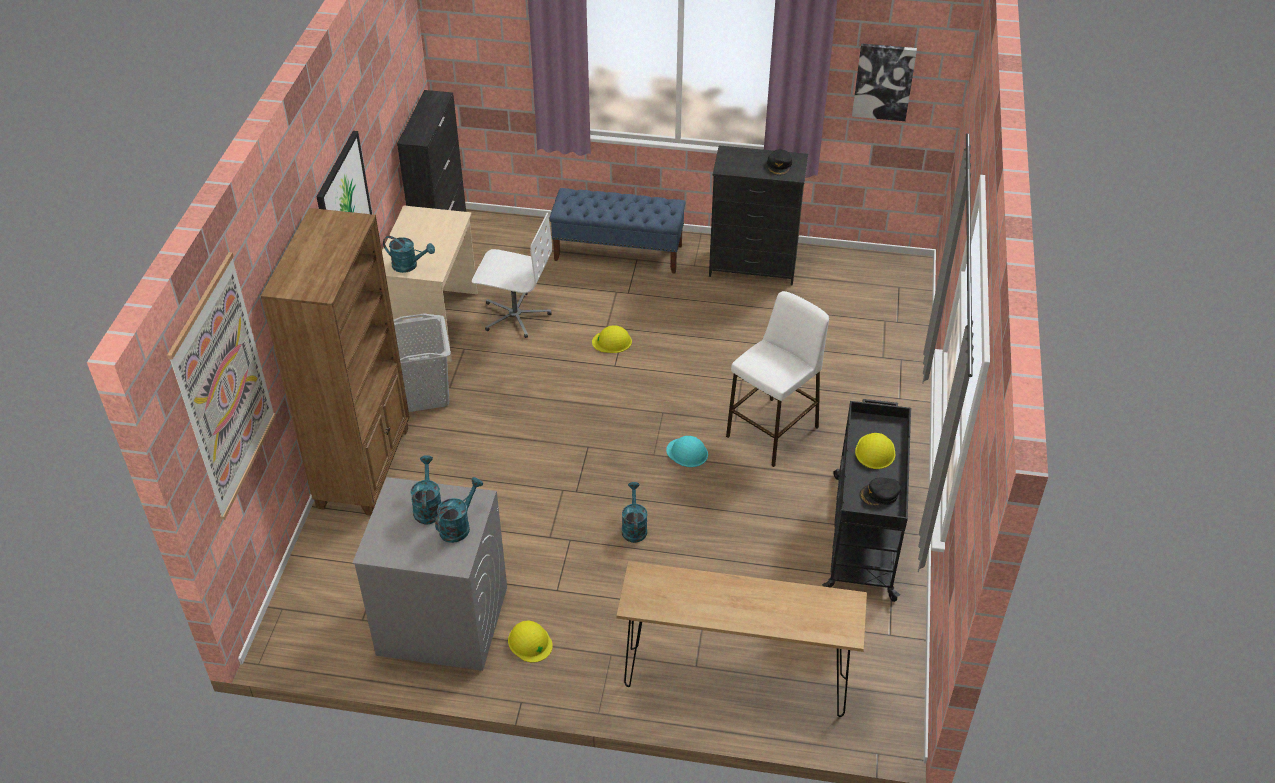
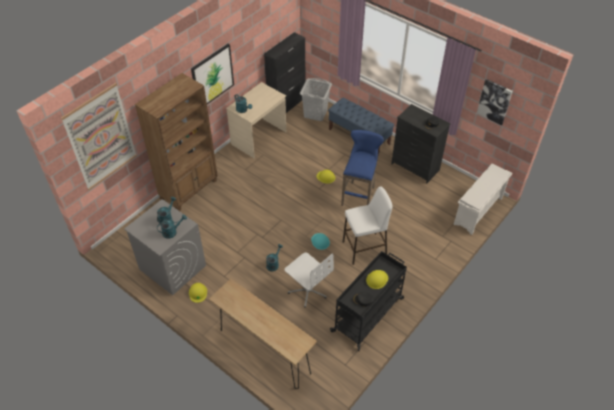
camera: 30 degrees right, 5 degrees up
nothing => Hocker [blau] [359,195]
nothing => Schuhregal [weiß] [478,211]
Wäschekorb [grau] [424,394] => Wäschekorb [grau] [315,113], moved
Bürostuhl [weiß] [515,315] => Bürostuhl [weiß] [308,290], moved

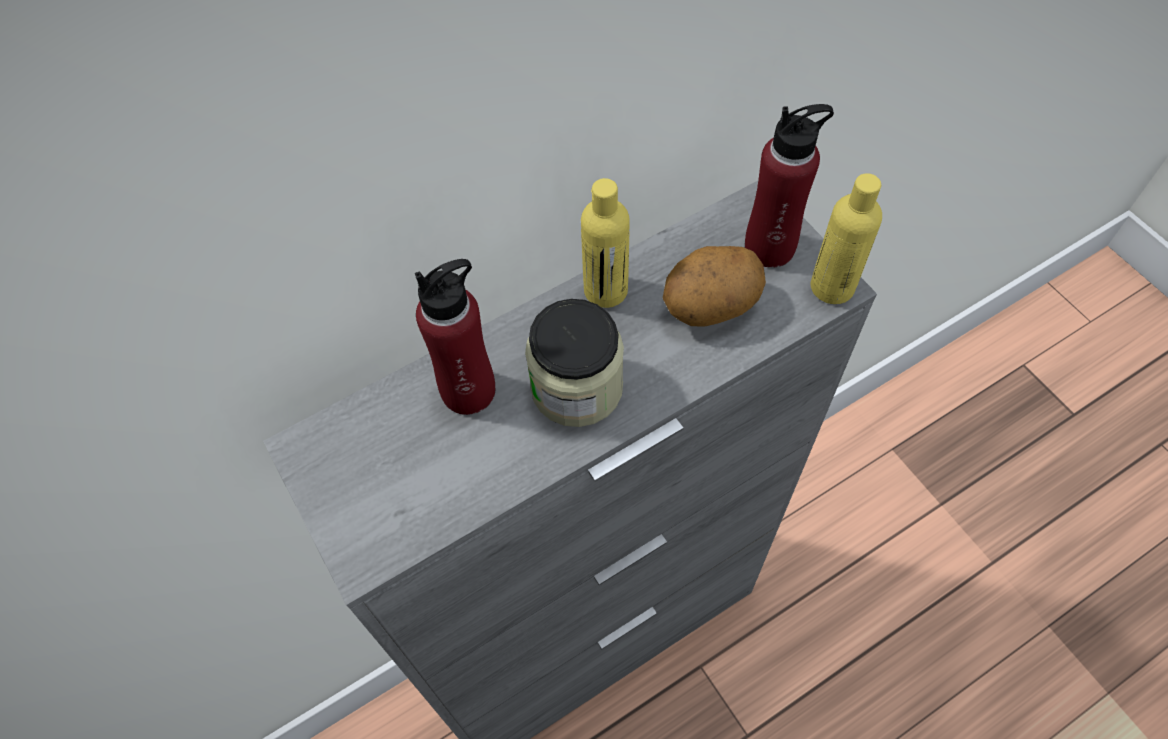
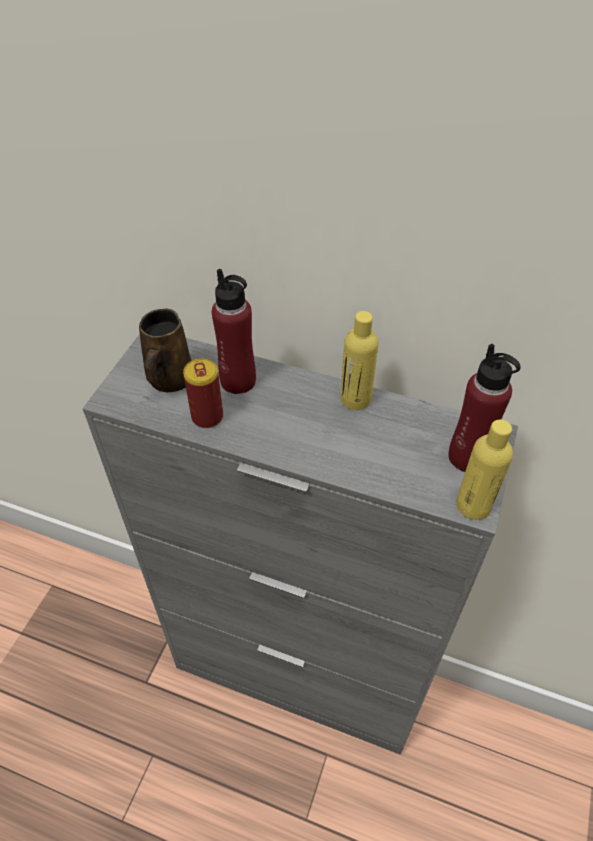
camera: 50 degrees right, 10 degrees down
Vorratsglas [577,387] => nothing
Kartoffel [710,306] => nothing
nothing => Henkelbecher [braun] [169,380]
nothing => Dose [207,417]

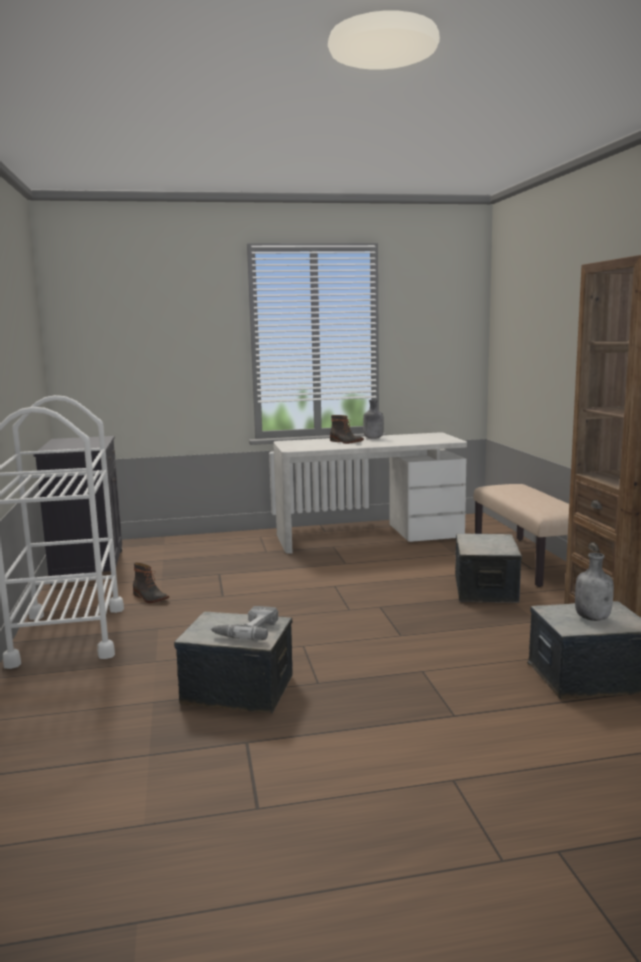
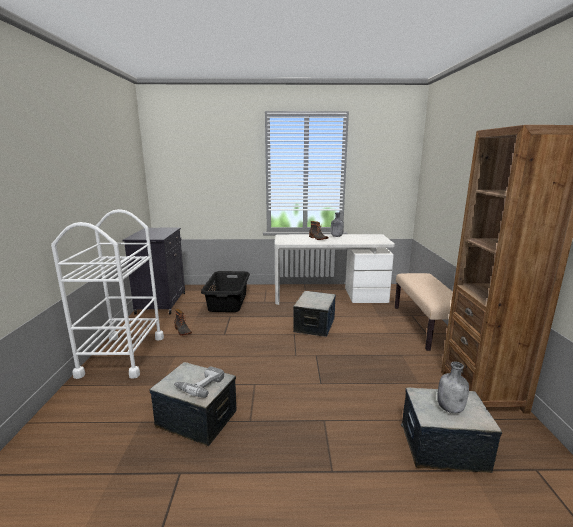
camera: 10 degrees right, 5 degrees up
nothing => Wäschekorb [schwarz] [228,302]
Aufbewahrungsbox [486,590] => Aufbewahrungsbox [315,325], moved

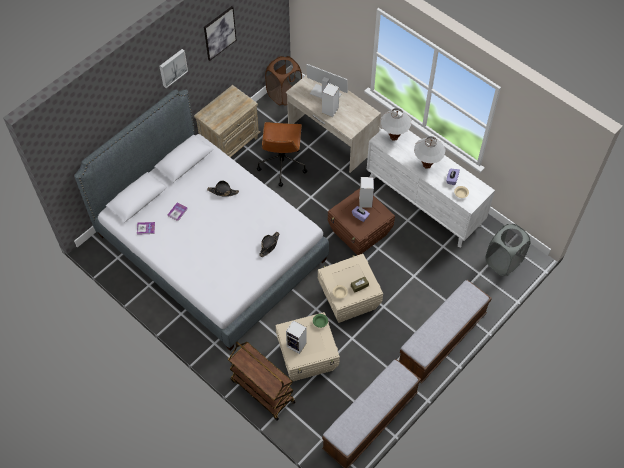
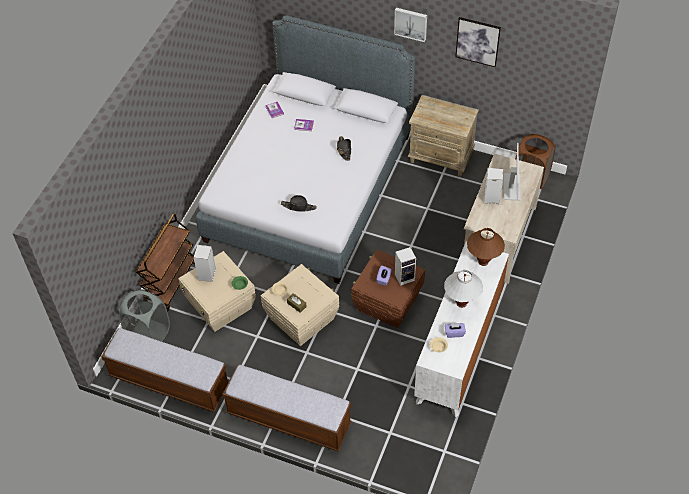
camera: 70 degrees right, 5 degrees down
Bürostuhl [braun] [282,165] => nothing
Wäschekorb [grau] [503,262] => Wäschekorb [grau] [148,334], moved
Tischlampe [weiß] [394,137] => Tischlampe [braun] [483,262]

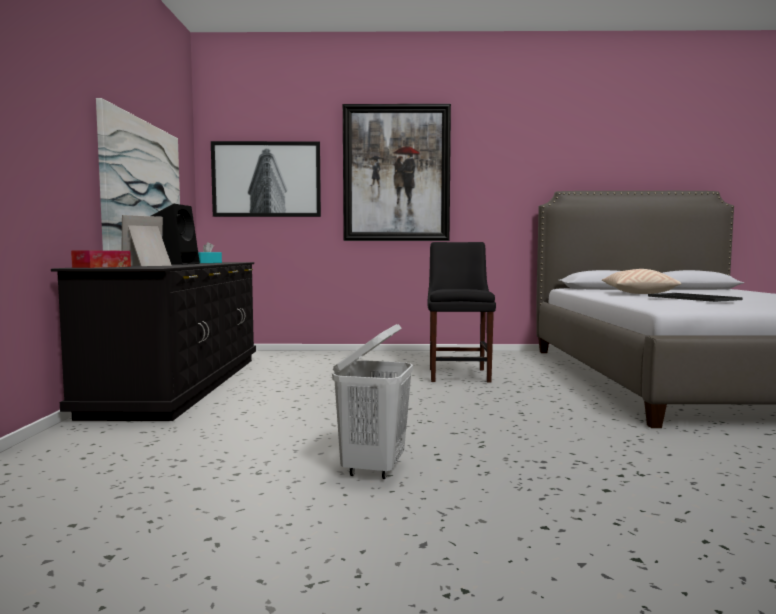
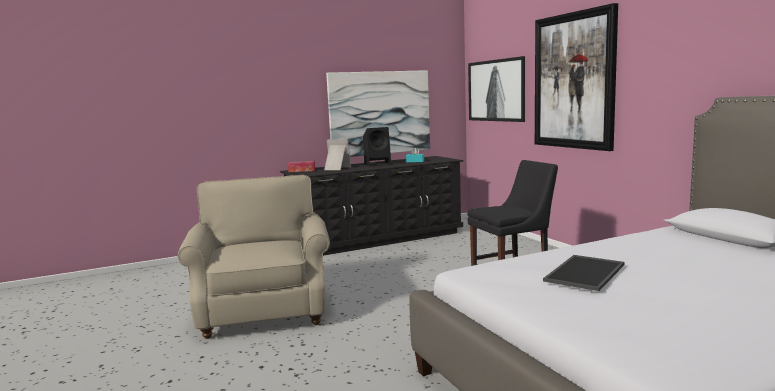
camera: 65 degrees right, 5 degrees up
Kissen [beige] [638,293] => nothing
Wäschekorb [weiß] [374,469] => Sessel [beige] [263,309]

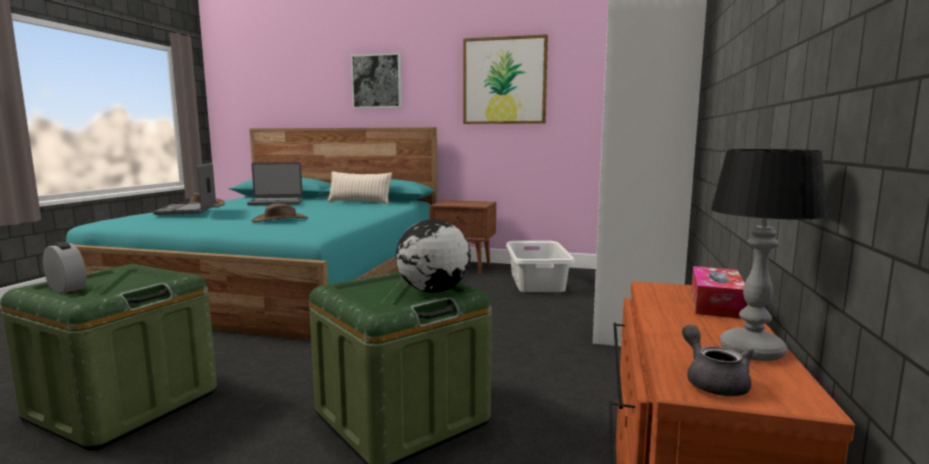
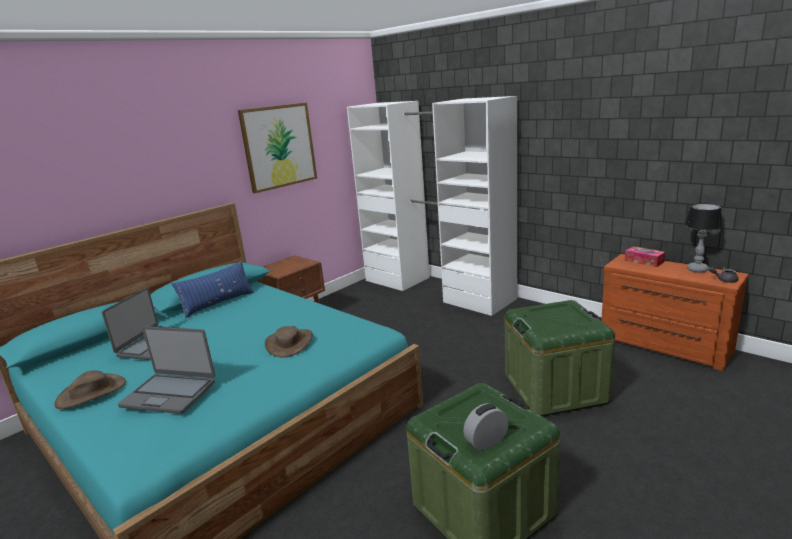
camera: 60 degrees left, 10 degrees up
Bild [377,81] => nothing
Globus [432,291] => nothing
Wäschekorb [grau] [537,282] => nothing
Kissen [beige] [359,202] => Kissen [blau] [218,303]

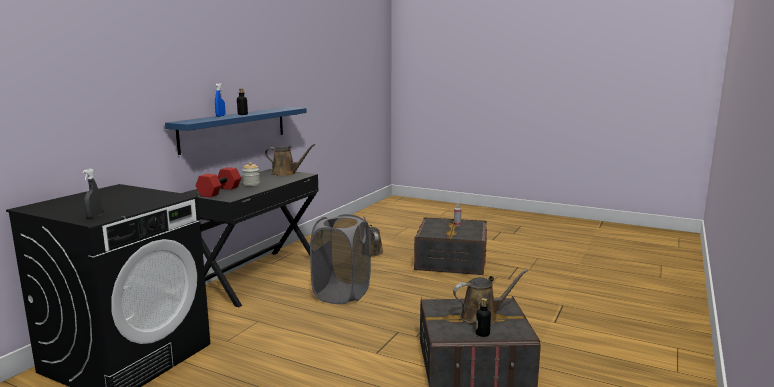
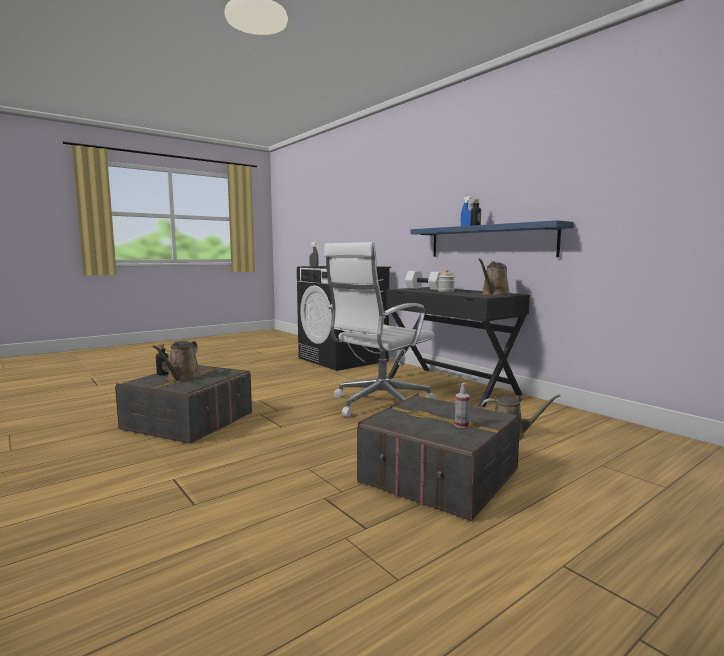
camera: 115 degrees right, 5 degrees down
Wäschekorb [grau] [342,294] => Bürostuhl [weiß] [379,404]
Hantel [rot] [220,192] => Hantel [weiß] [424,289]

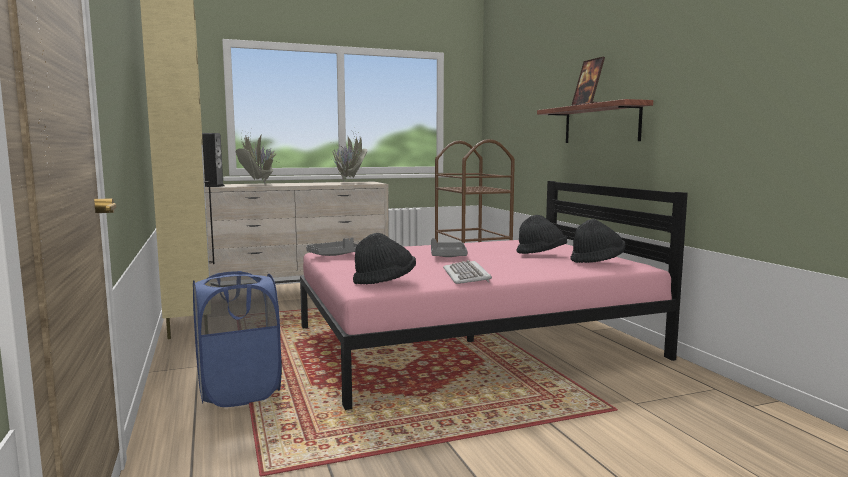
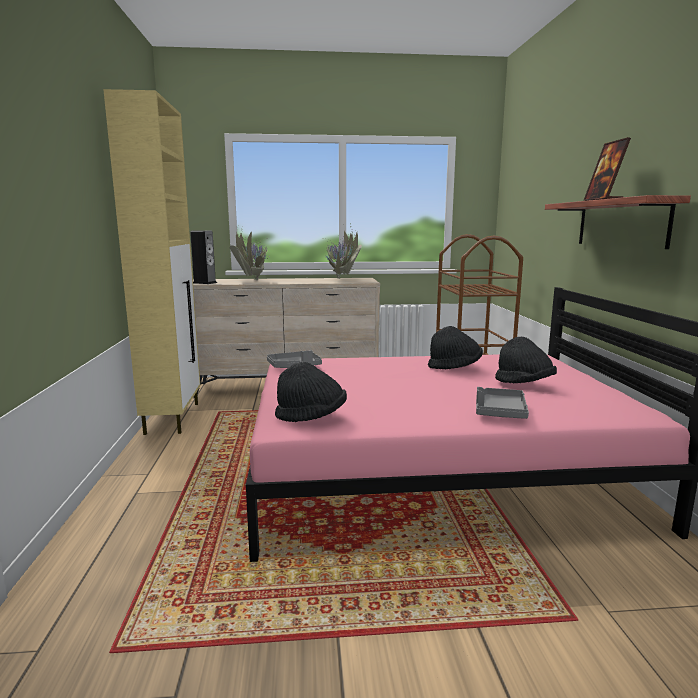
camera: 15 degrees right, 5 degrees up
Wäschekorb [blau] [239,392] => nothing
Tastatur [467,276] => nothing
Tablett [grau] [448,256] => Tablett [grau] [500,412], moved
Hut [schwarz] [597,261] => Hut [schwarz] [454,367], moved

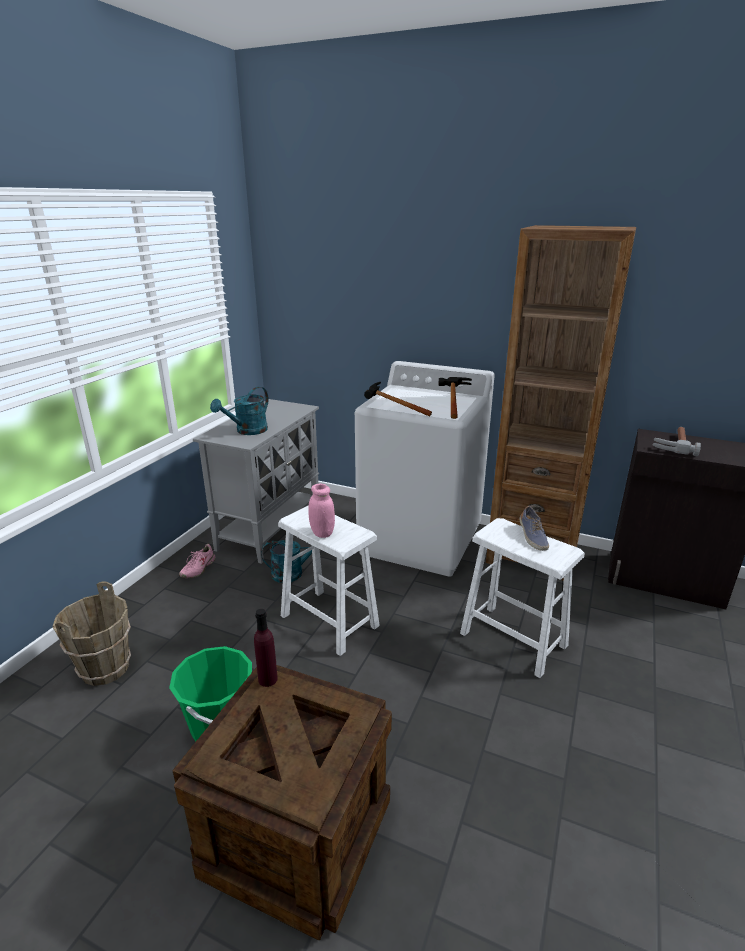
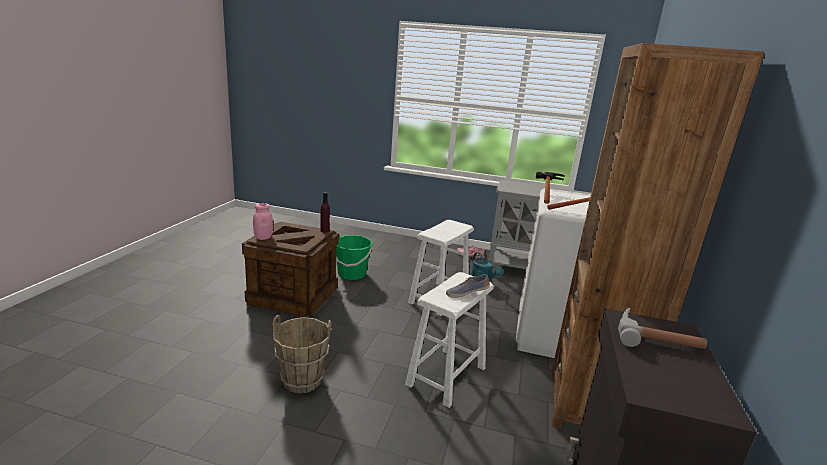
camera: 80 degrees right, 5 degrees down
Gießkanne [türkis] [247,431] => nothing
Eimer [braun] [106,669] => Eimer [braun] [302,381], moved
Vorratsglas [rosa] [322,533] => Vorratsglas [rosa] [263,237], moved

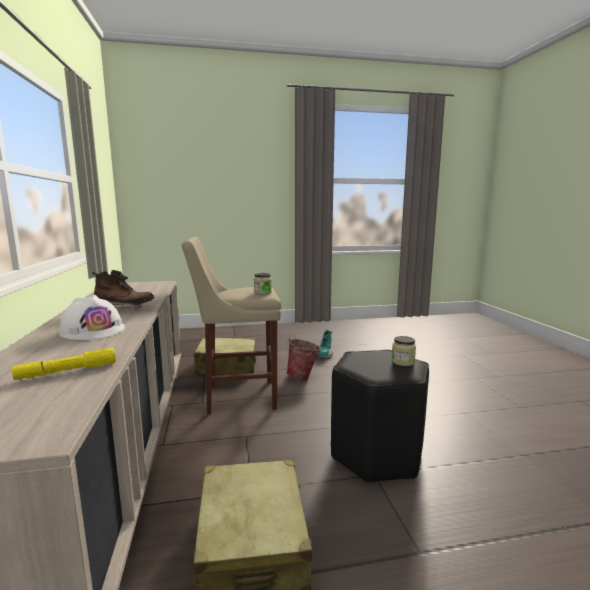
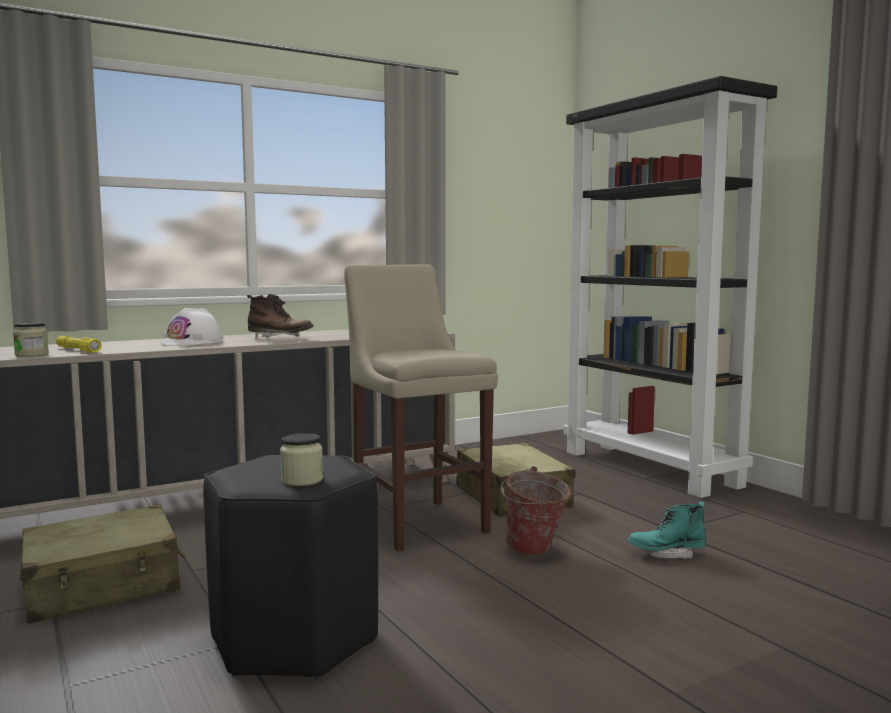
camera: 70 degrees right, 5 degrees down
nothing => Bücherregal [schwarz] [651,469]
Vorratsglas [262,292] => Vorratsglas [31,355], moved
Stiefel [braun] [125,308] => Stiefel [braun] [280,339], 60 degrees counterclockwise

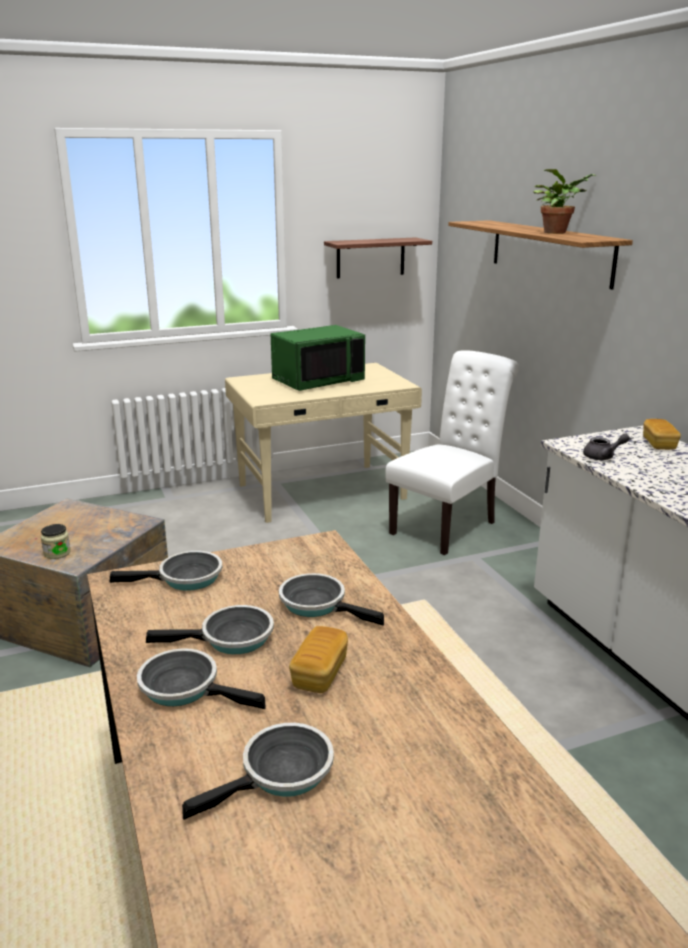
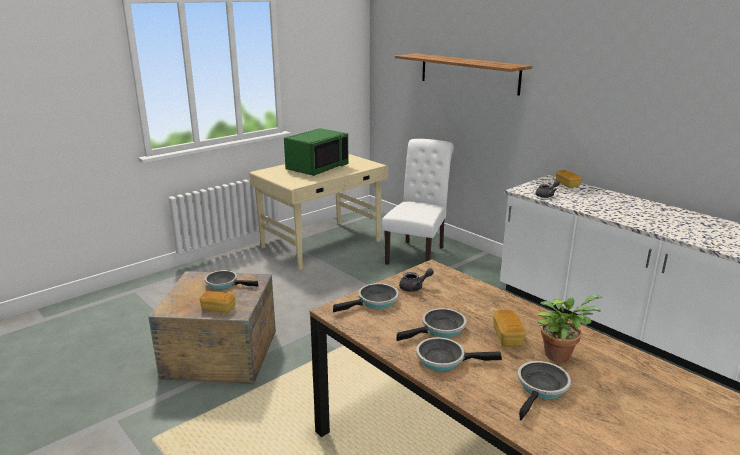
camera: 20 degrees left, 0 degrees up
Wandregal [370,257] => nothing
nothing => Teekanne [grau] [414,287]
Pfanne [318,604] => Pfanne [224,283], moved
Topfpflanze [557,232] => Topfpflanze [559,353], moved
Vorratsglas [57,553] => Brot [218,308]

